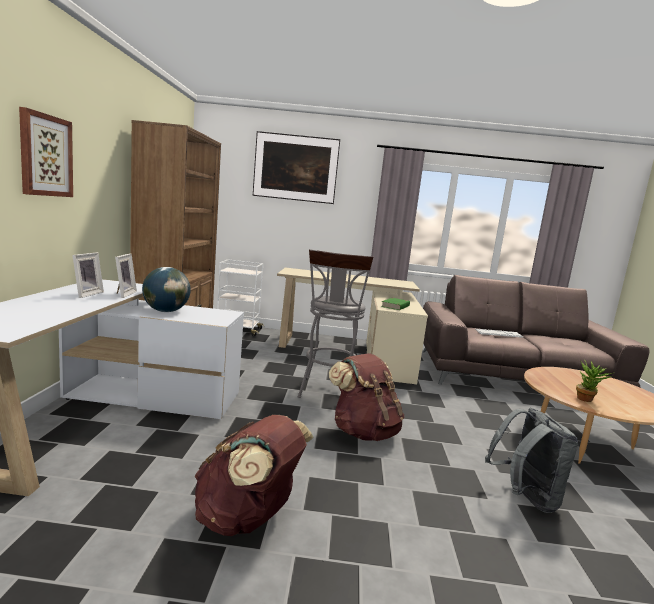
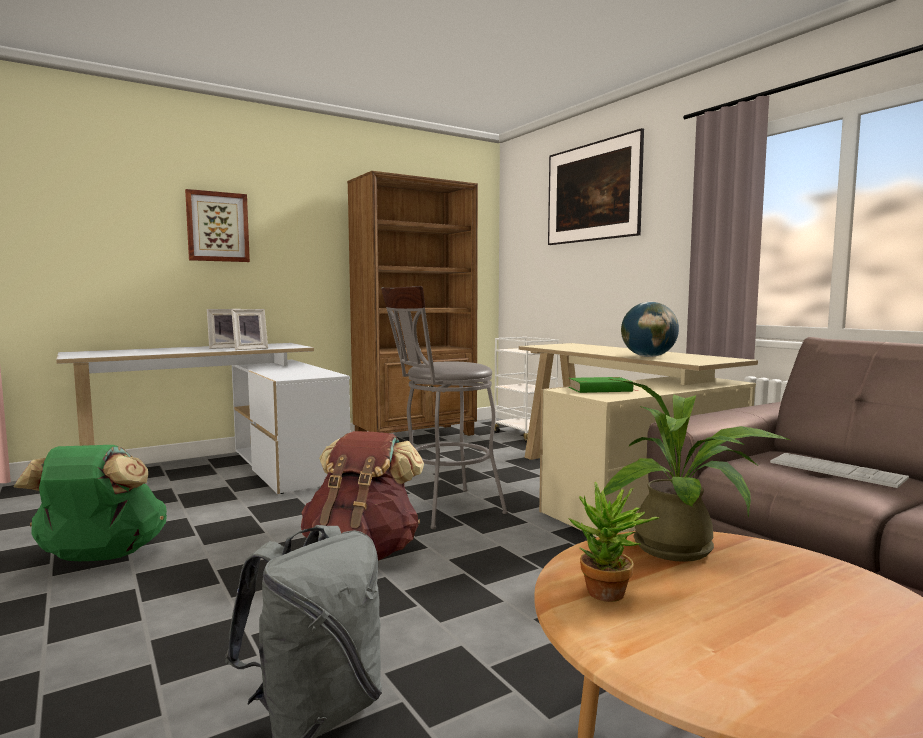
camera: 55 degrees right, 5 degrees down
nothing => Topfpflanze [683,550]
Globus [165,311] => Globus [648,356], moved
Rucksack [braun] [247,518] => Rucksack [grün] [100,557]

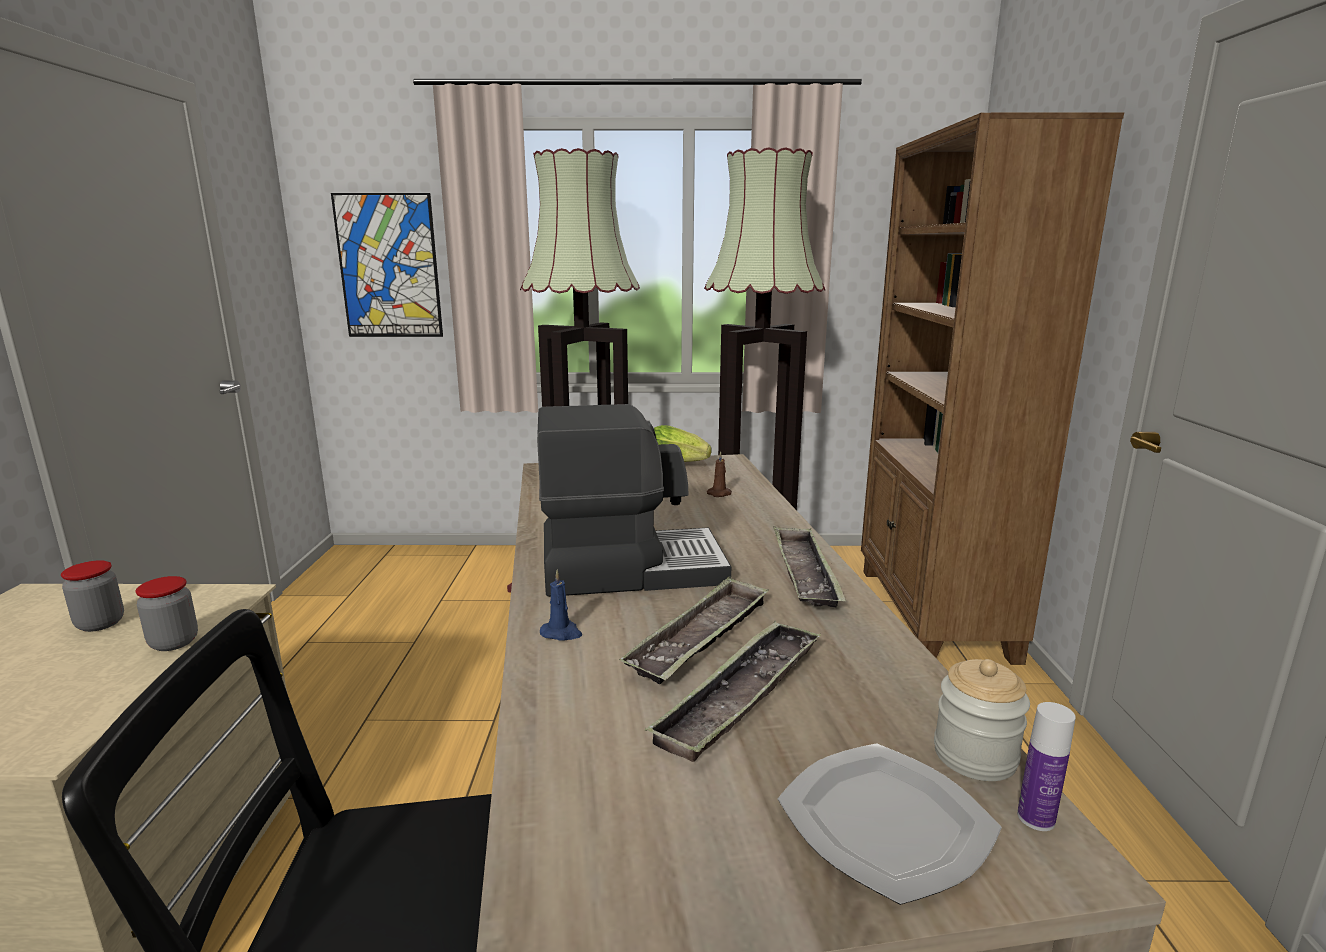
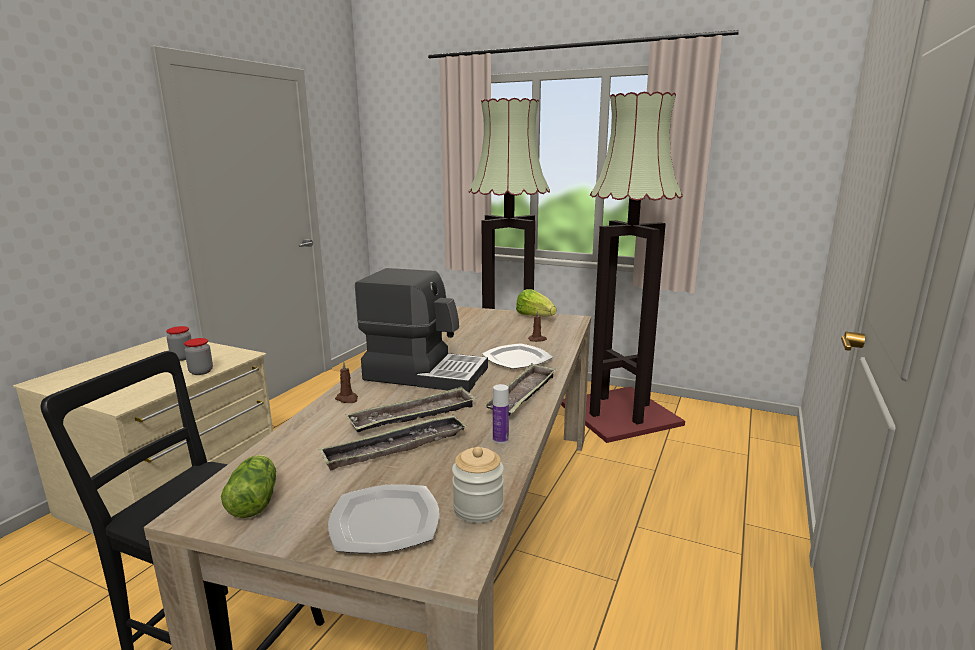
camera: 25 degrees right, 0 degrees up
Bild [389,266] => nothing
Bücherregal [braun] [932,613] => nothing
nothing => Salatkopf [256,499]
nothing => Teller [517,359]
Flasche [1036,818] => Flasche [500,439], moved
Kerze [blau] [561,633] => Kerze [braun] [347,399]

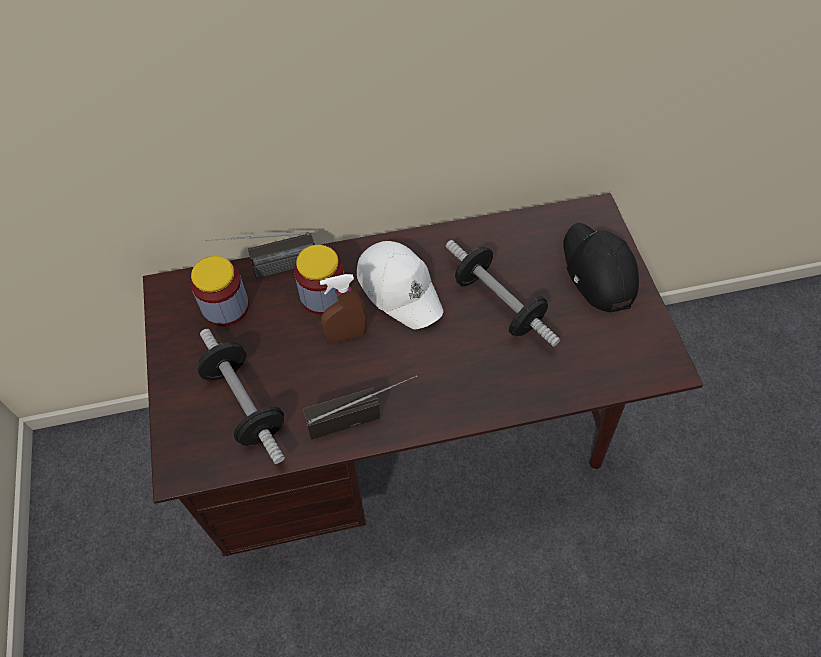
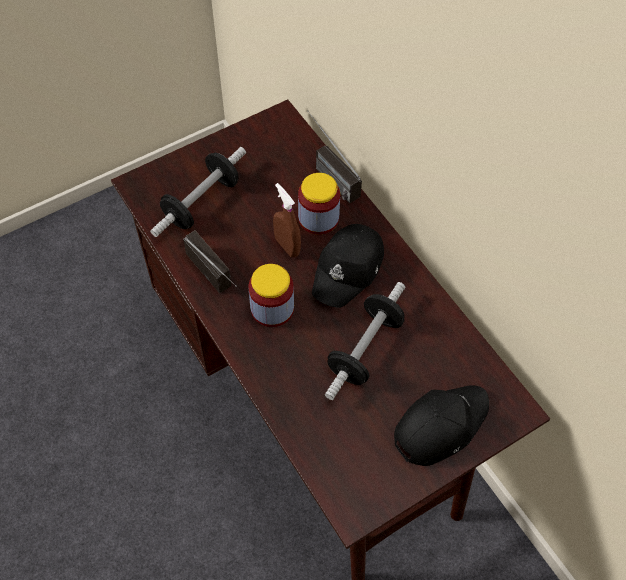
camera: 70 degrees right, 0 degrees up
Vorratsglas [225,307] => Vorratsglas [272,308], moved
Kappe [weiß] [399,289] => Kappe [schwarz] [348,269]

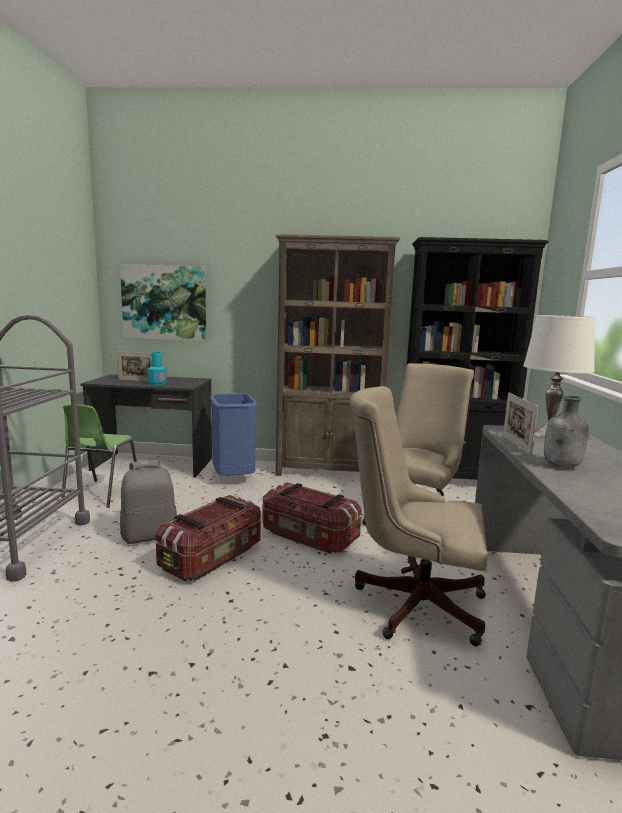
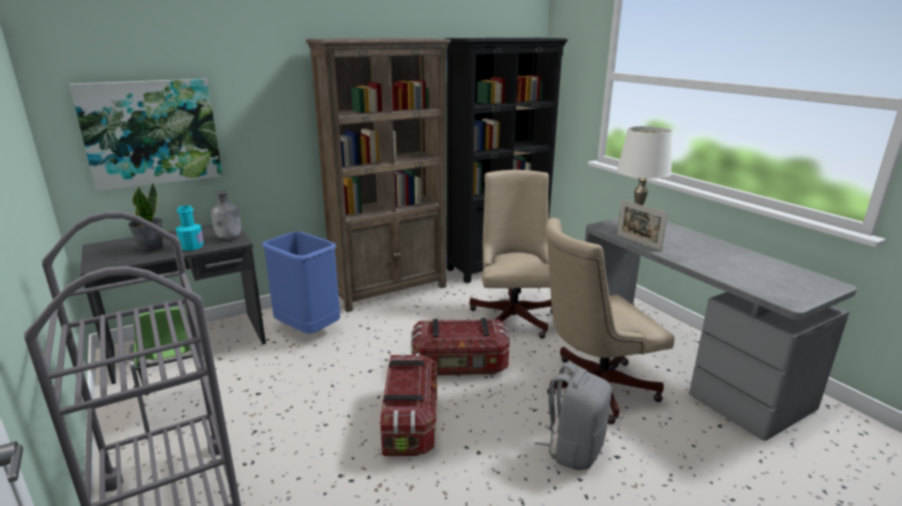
camera: 35 degrees left, 10 degrees up
Rucksack [grau] [150,535] => Rucksack [grau] [573,449], moved
Flasche [grau] [562,465] => Flasche [grau] [229,238], moved
Bilderrahmen [136,380] => Topfpflanze [150,248]

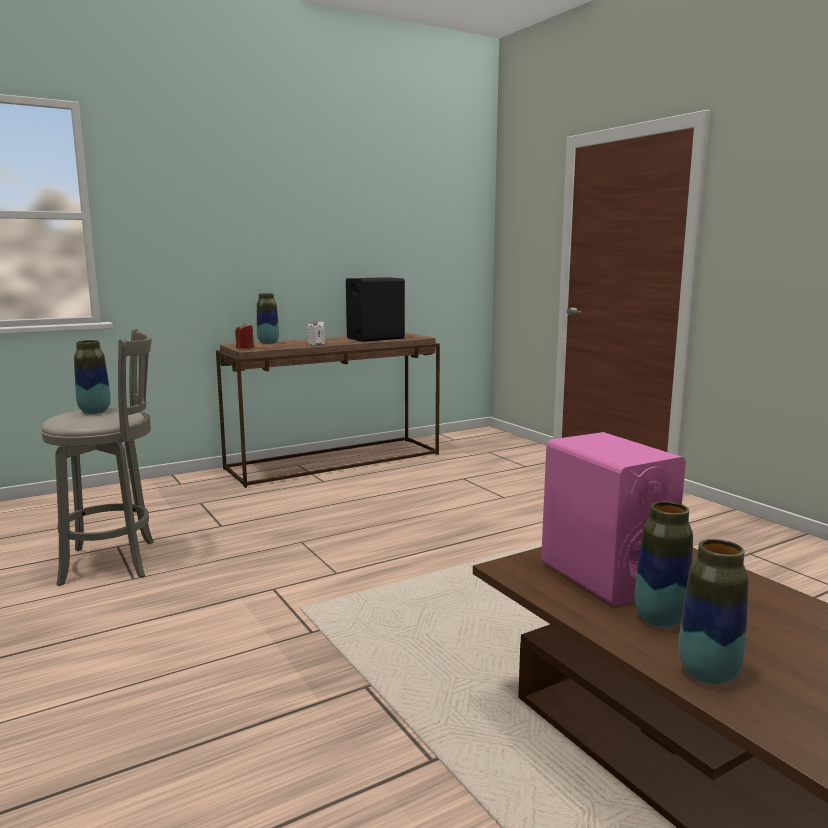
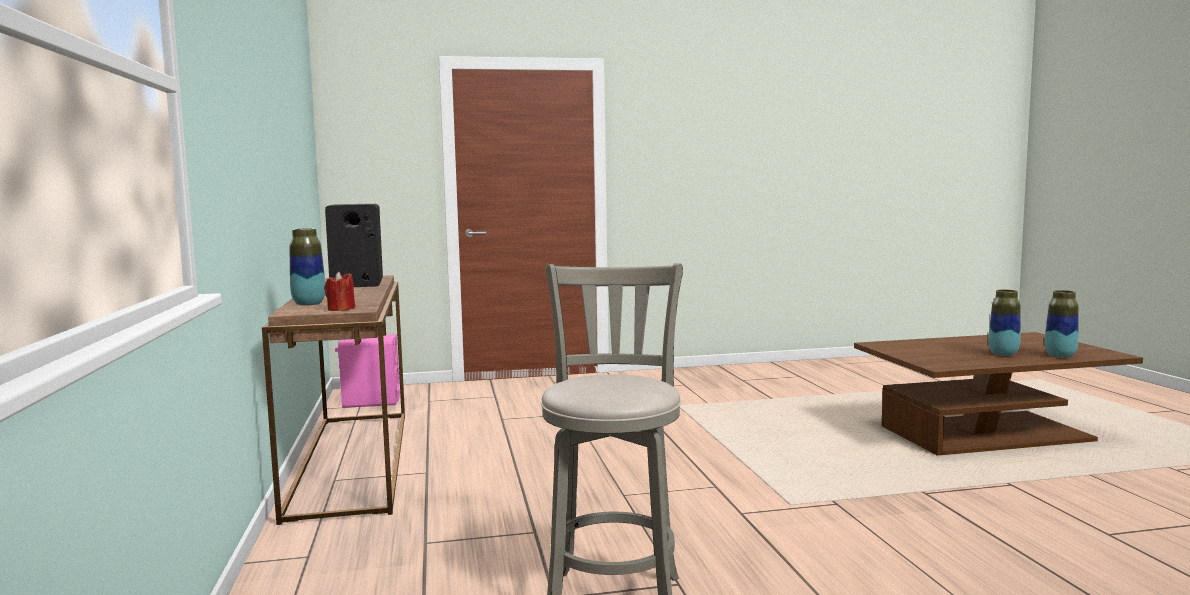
camera: 70 degrees left, 5 degrees down
Vase [94,412] => nothing
Kerze [weiß] [316,344] => nothing
Lautsprecher [rosa] [604,576] => Lautsprecher [rosa] [371,402], moved

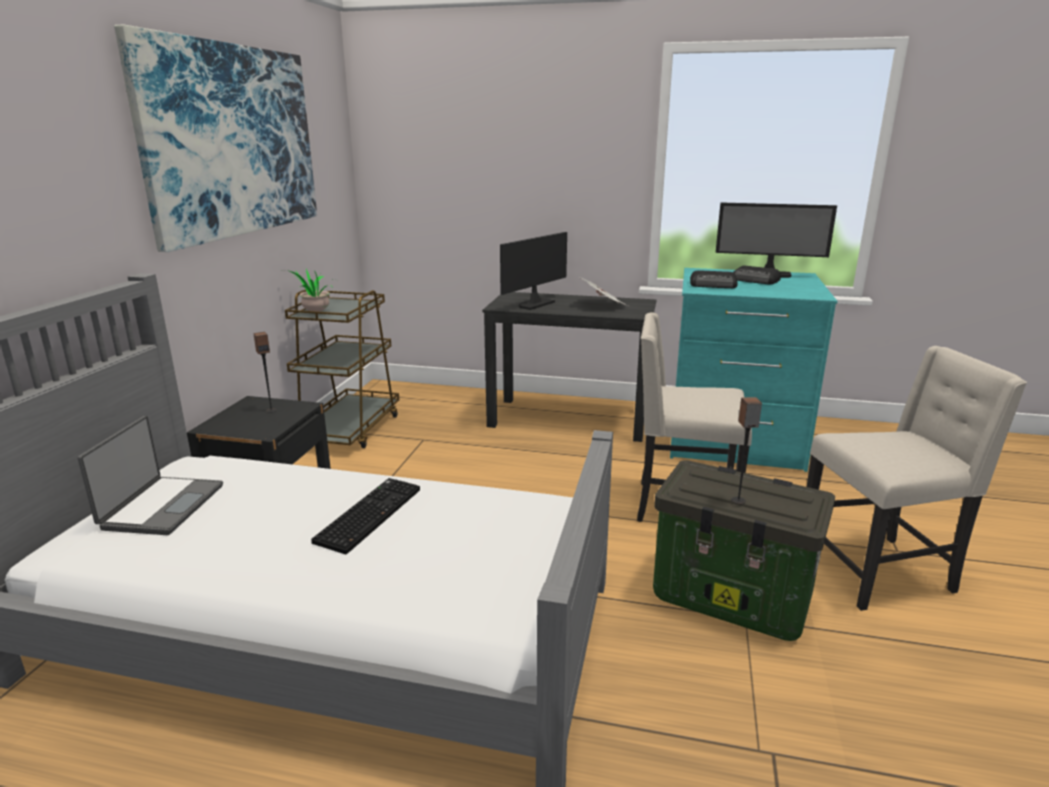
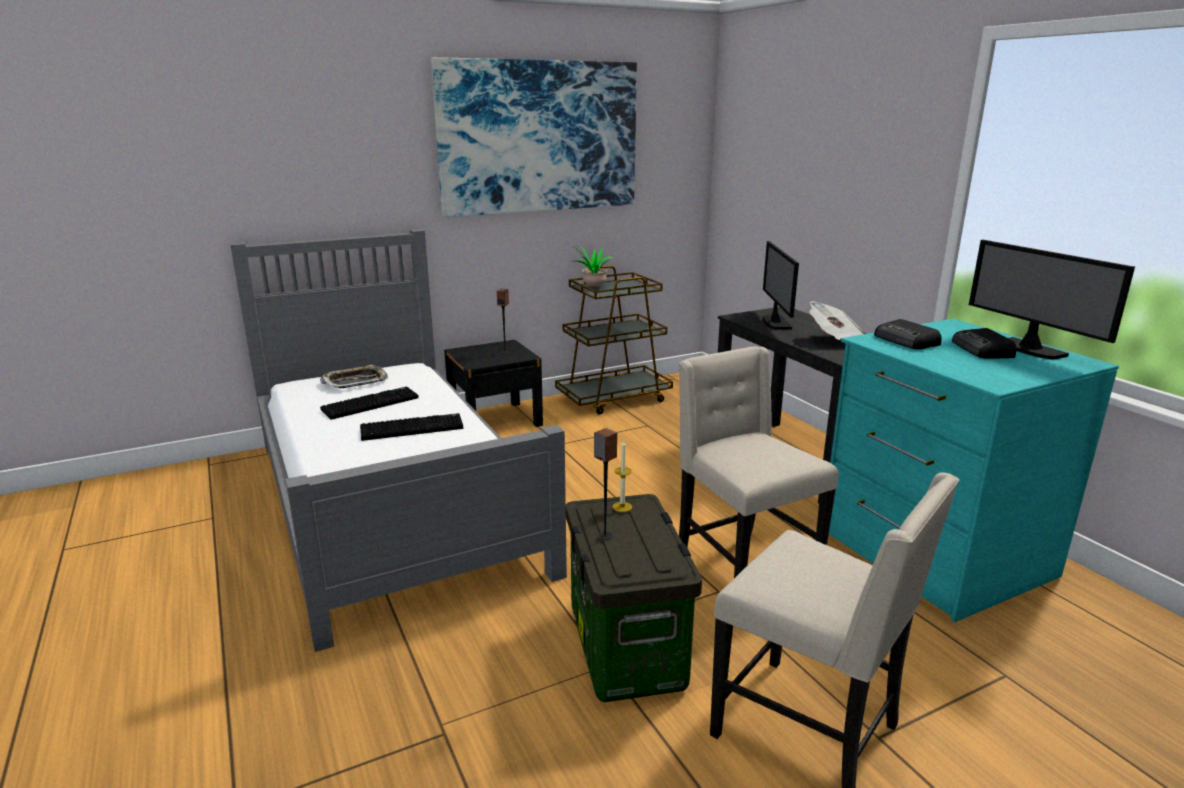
camera: 50 degrees right, 0 degrees up
nothing => Tastatur [371,403]
nothing => Kerze [622,507]
Laptop [161,506] => Tablett [355,381]
Monitor [535,304] => Monitor [775,323], 90 degrees counterclockwise

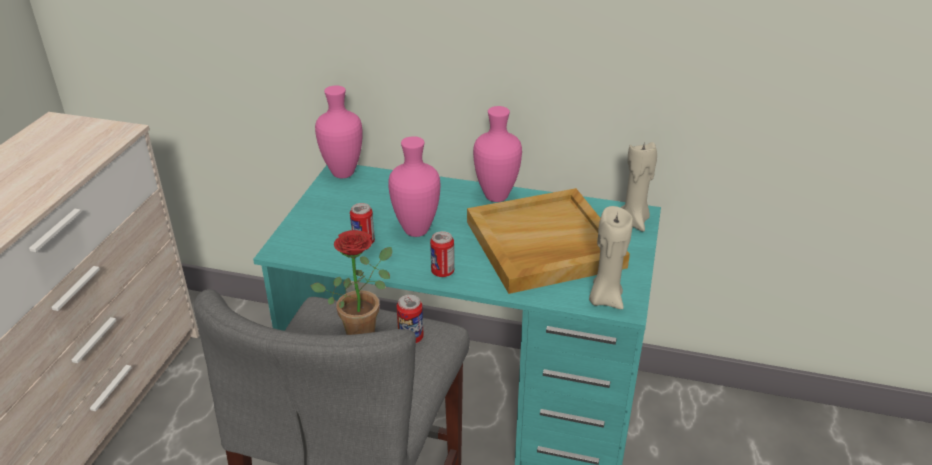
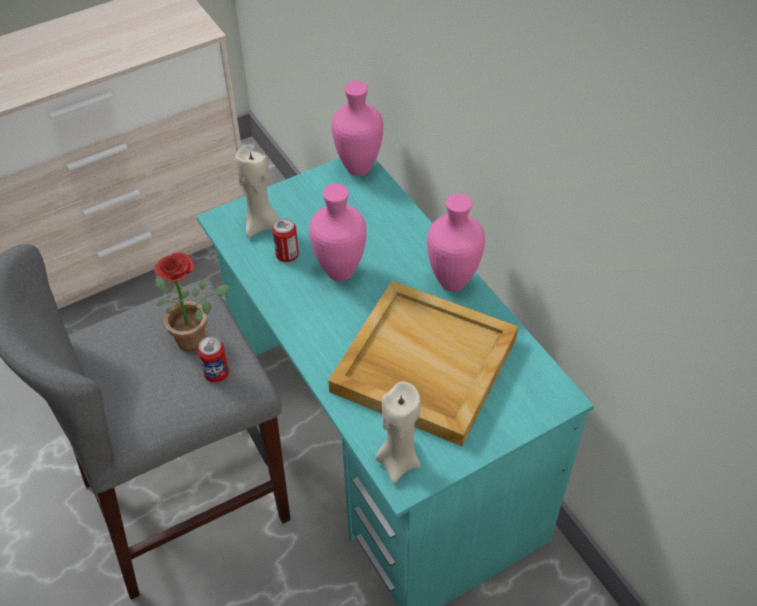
camera: 45 degrees right, 15 degrees up
Dose [442,272] => nothing
Kerze [beige] [634,222] => Kerze [beige] [262,225], moved

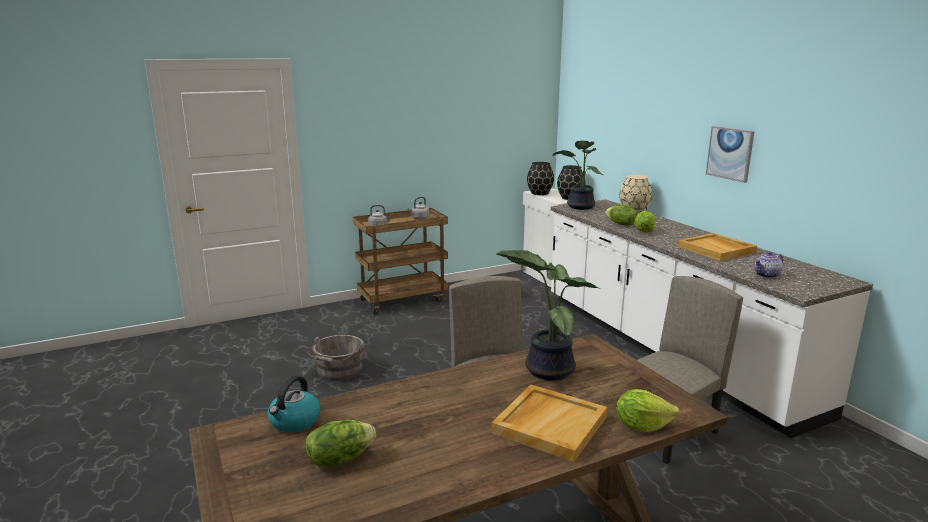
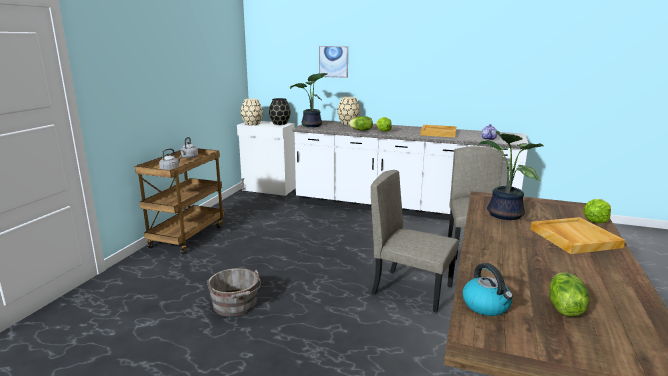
camera: 45 degrees left, 0 degrees up
Bild [730,153] => Bild [333,61], moved
Vase [schwarz] [540,193] => Vase [beige] [252,124]

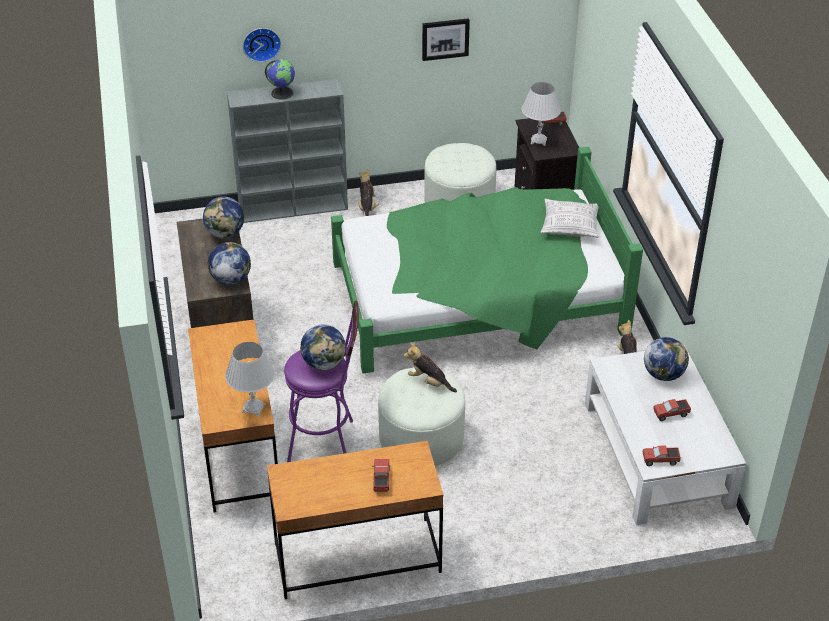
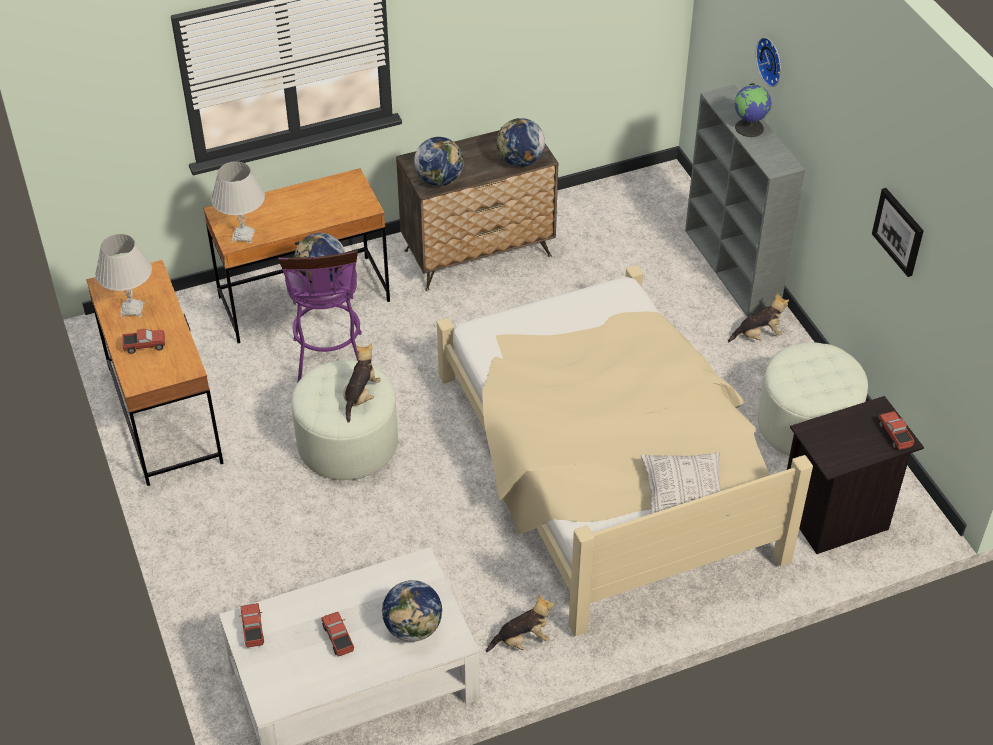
camera: 80 degrees right, 5 degrees up
Tischlampe [weiß] [539,141] => Tischlampe [weiß] [132,310], moved
Bett [grün] [476,299] => Bett [beige] [607,466]

